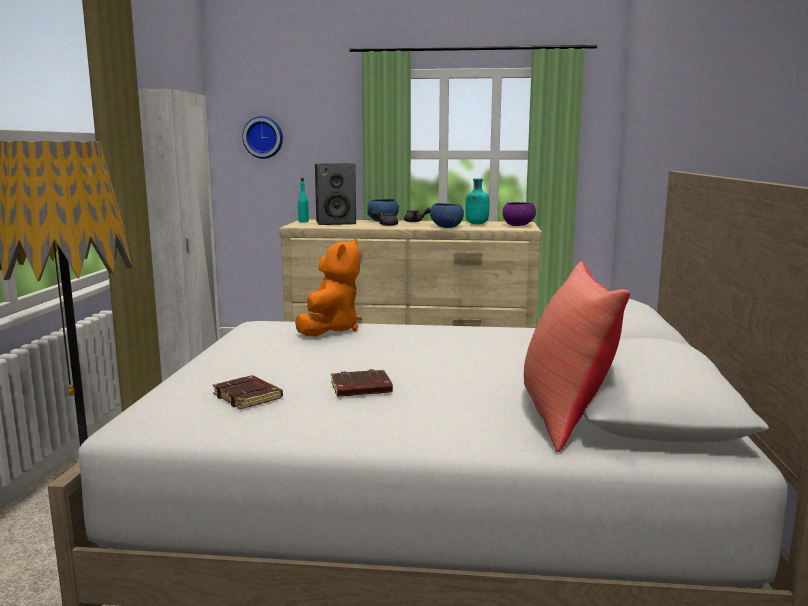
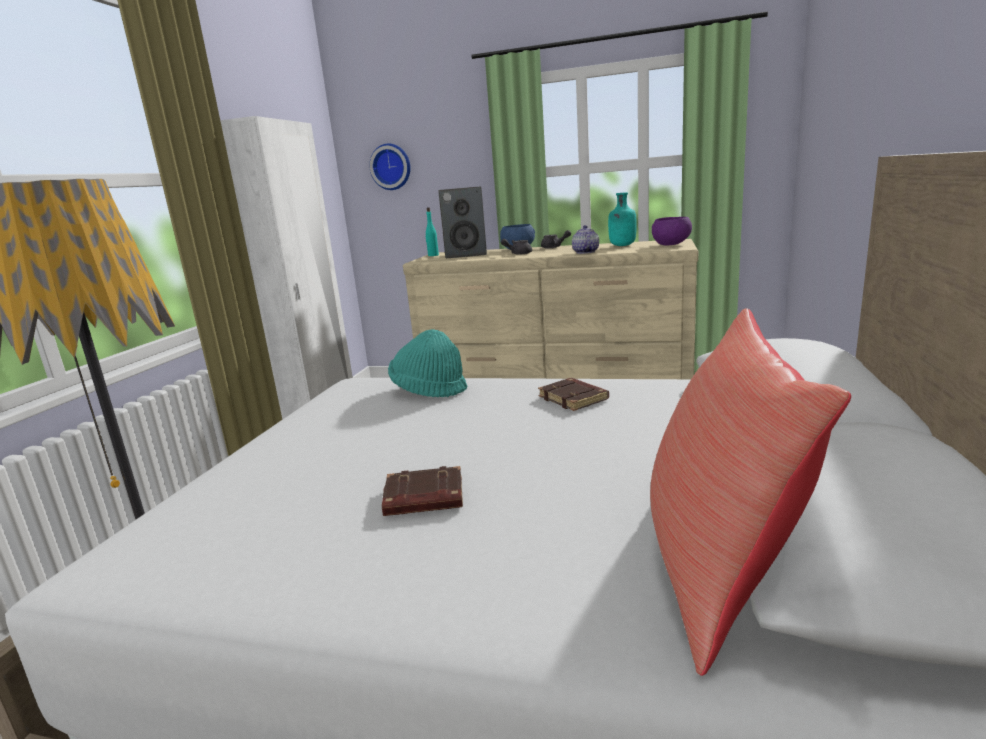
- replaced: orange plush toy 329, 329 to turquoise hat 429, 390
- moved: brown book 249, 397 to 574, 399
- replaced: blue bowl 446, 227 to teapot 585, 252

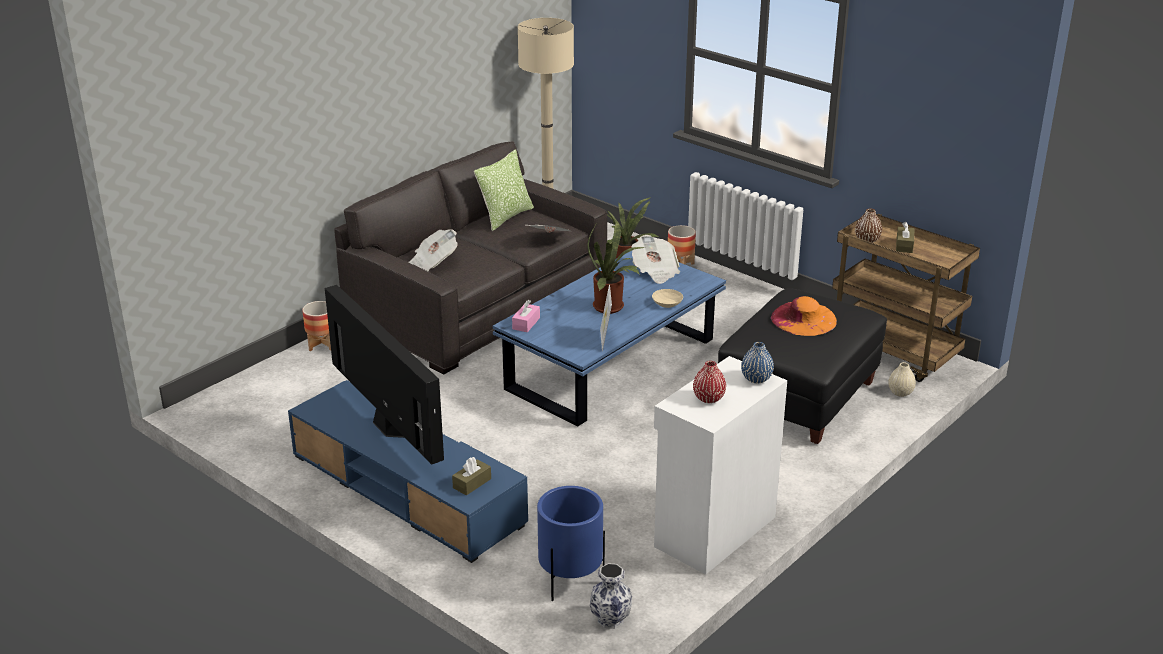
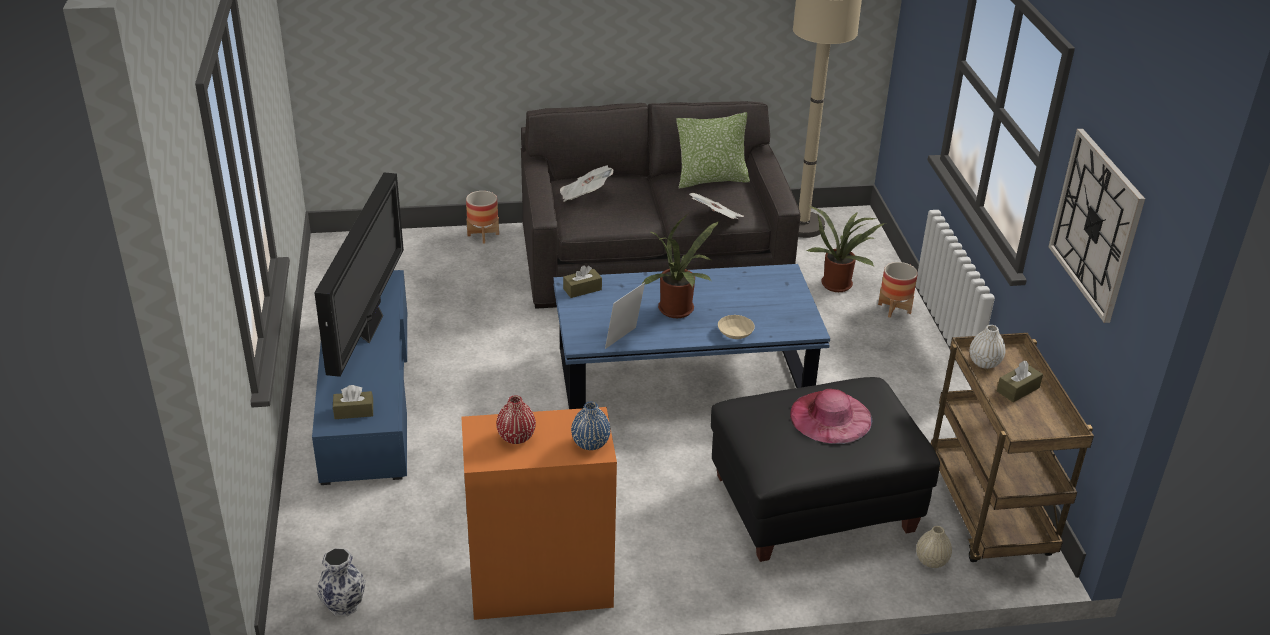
- recoloured: white cabinet 713, 531 to orange cabinet 539, 584
- recoloured: pink tissue box 526, 323 to brown tissue box 582, 289
- recoloured: orange hat 803, 319 to pink hat 830, 417
- recoloured: brown vase 867, 240 to white vase 984, 363
- added: wall clock 1096, 224
- removed: blue planter 570, 581
- removed: newspaper 655, 271

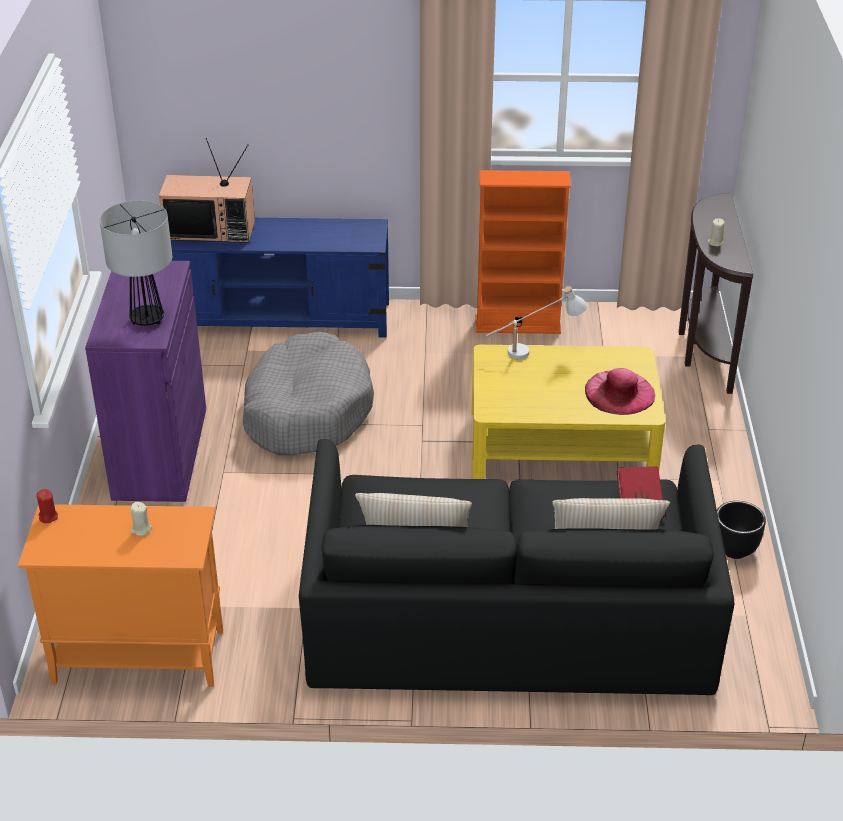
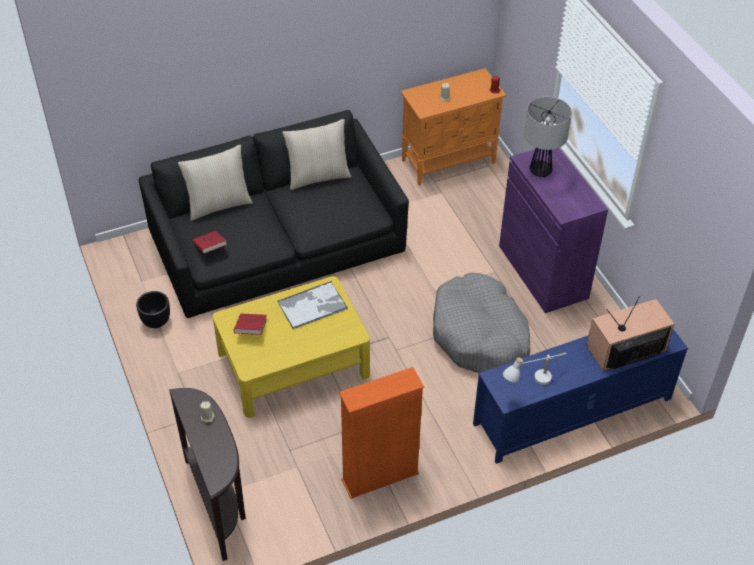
- replaced: pink hat 619, 392 to red book 251, 330
- added: tray 313, 305
- moved: white table lamp 534, 351 to 532, 384

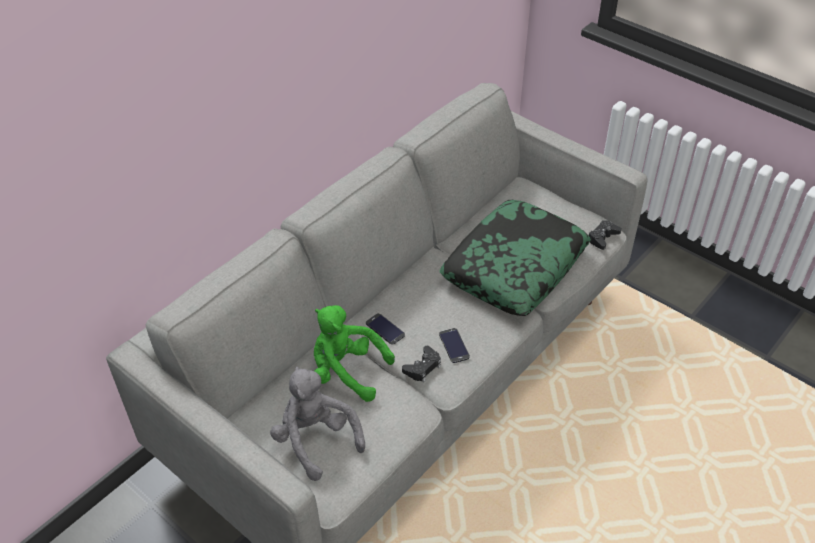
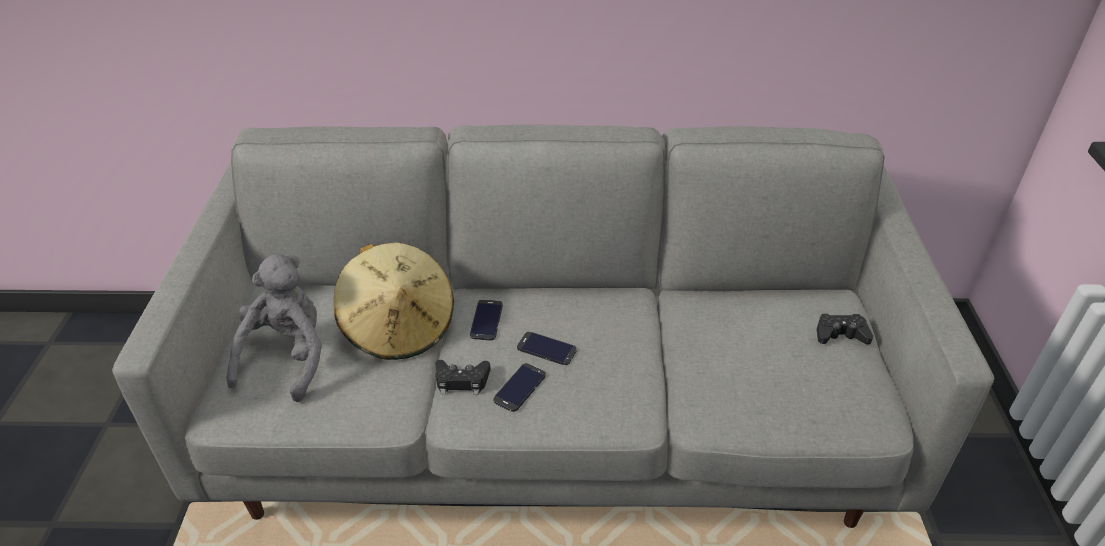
- replaced: green plush toy 346, 372 to beige hat 399, 327
- added: phone 546, 348
- moved: black game controller 602, 238 to 840, 334
- removed: pillow 514, 267

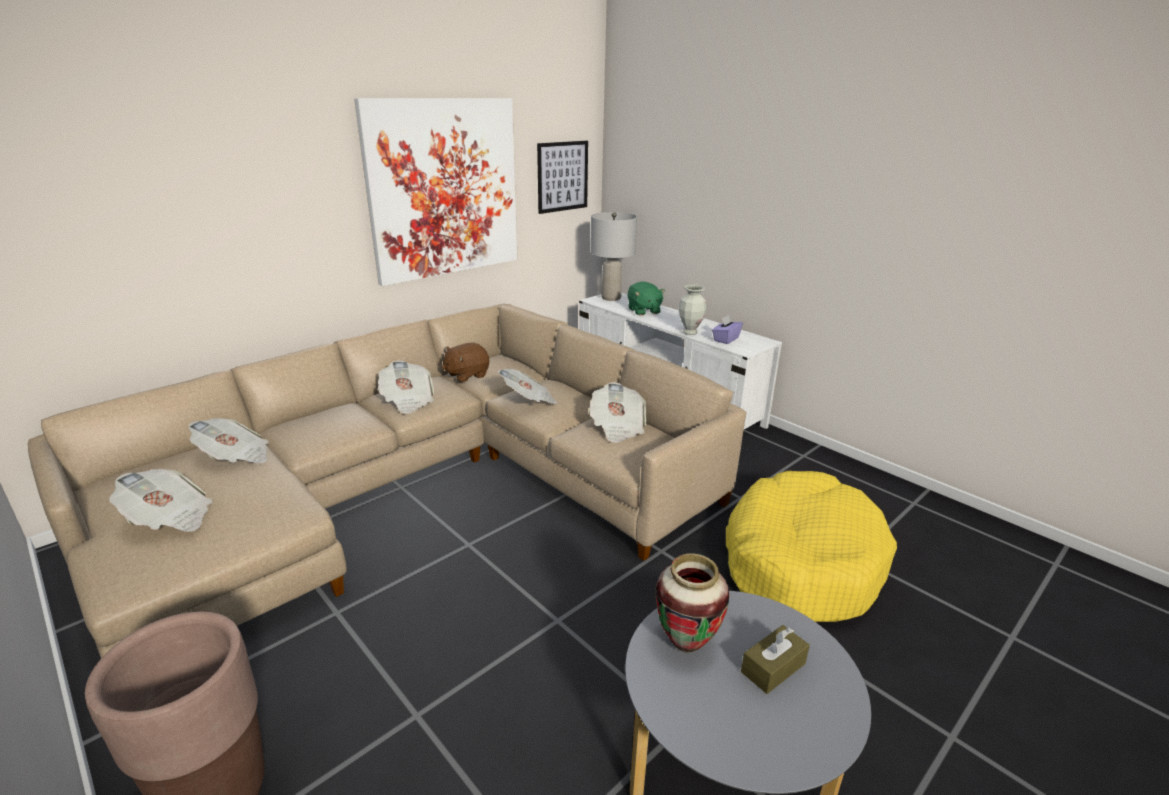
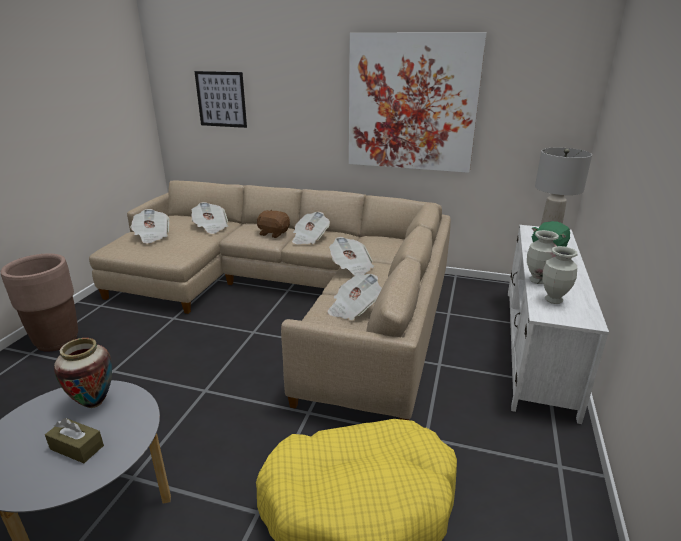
- moved: picture 562, 176 to 221, 99
- moved: brown plush toy 466, 375 to 273, 233
- replaced: purple tissue box 725, 339 to vase 553, 300

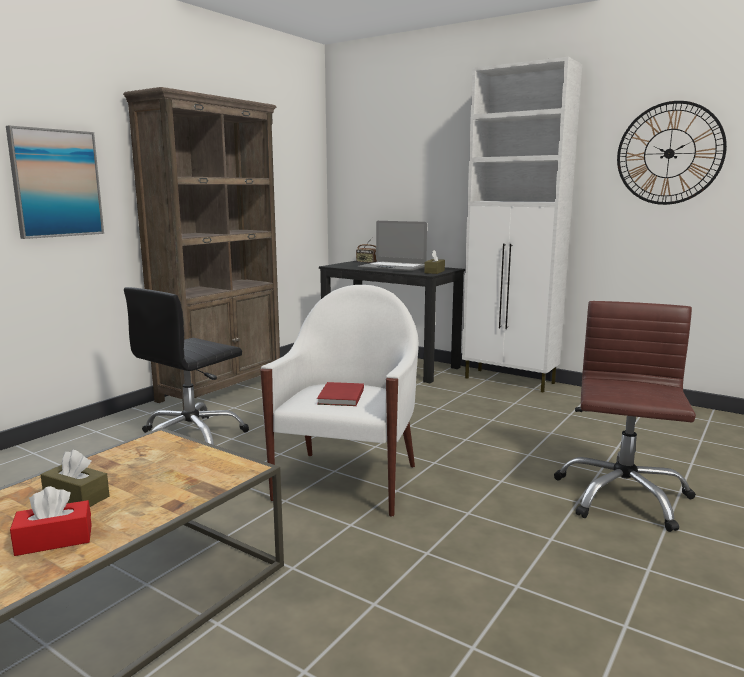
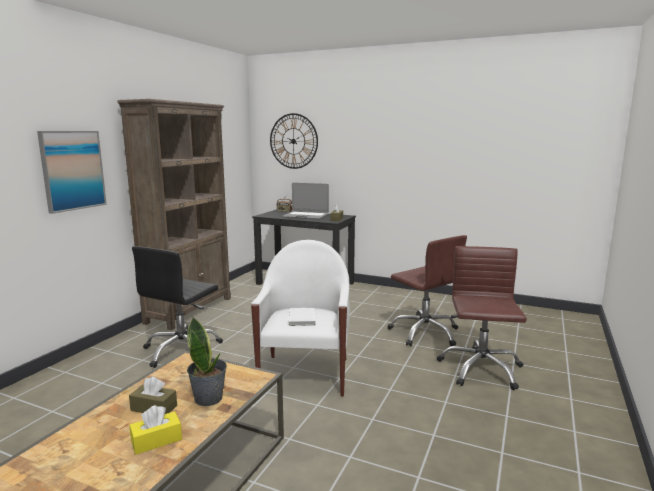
- recoloured: red tissue box 54, 540 to yellow tissue box 156, 440
- added: potted plant 209, 398
- moved: wall clock 669, 153 to 293, 141
- recoloured: red book 340, 397 to white book 301, 319
- added: brown office chair 425, 333
- removed: white cabinet 510, 381

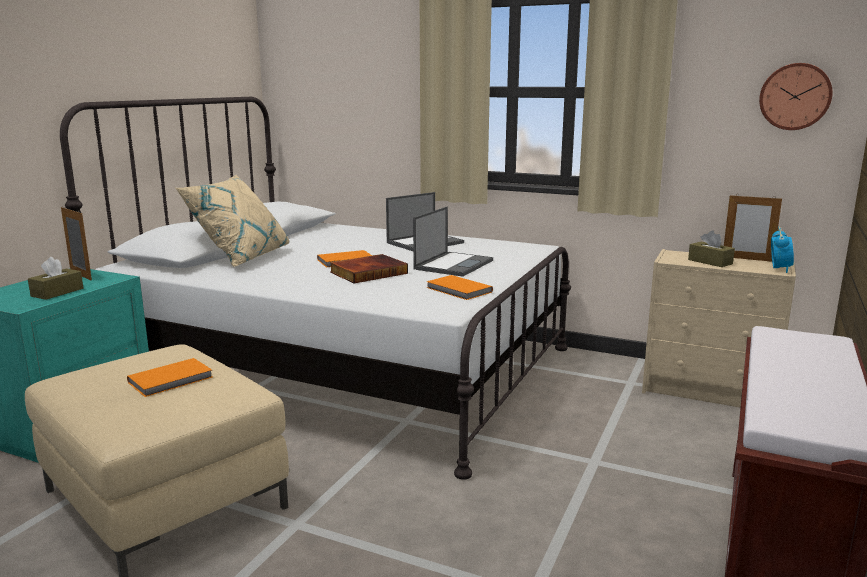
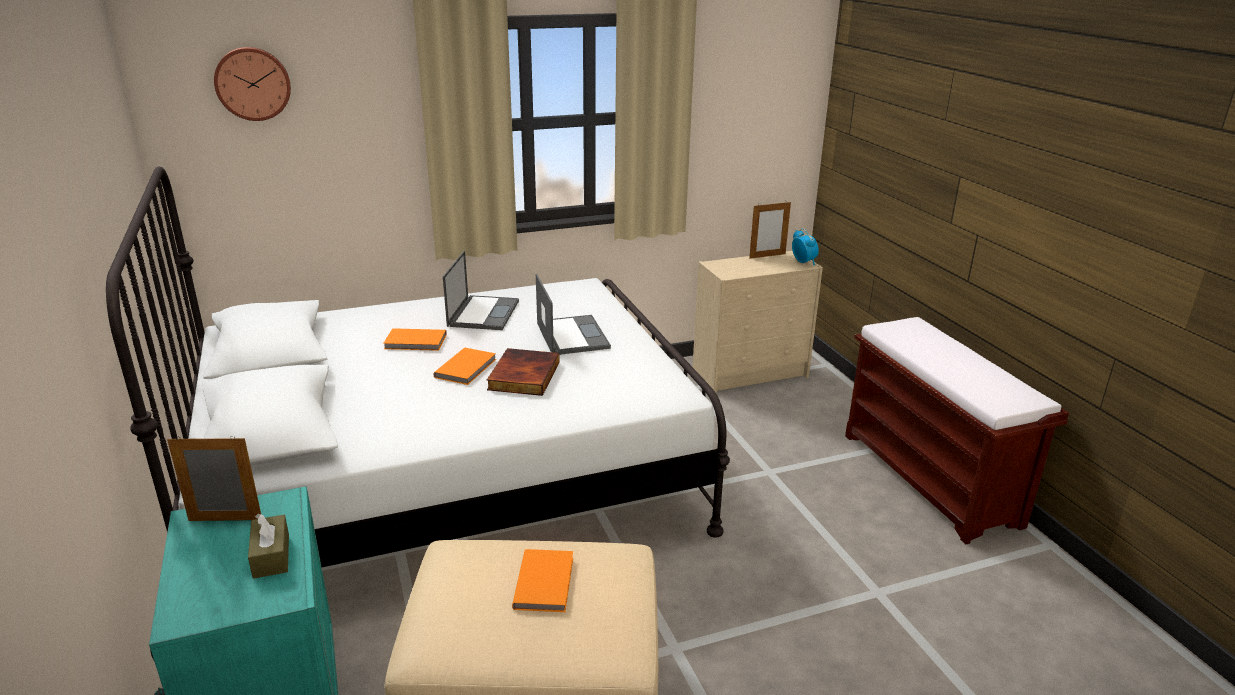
- moved: wall clock 794, 96 to 253, 83
- moved: orange book 458, 290 to 416, 342
- removed: beige pillow 241, 257
- removed: brown tissue box 710, 262

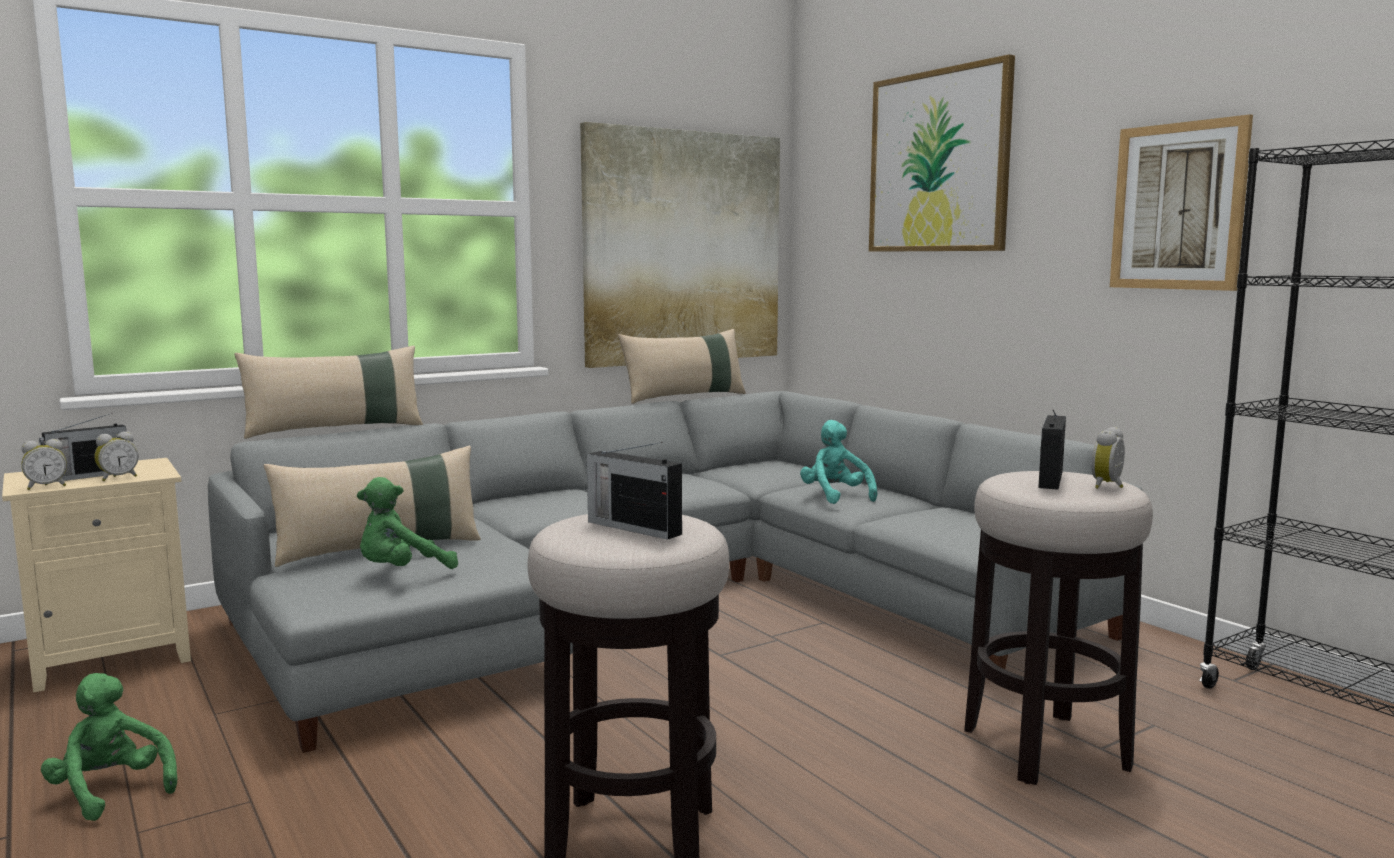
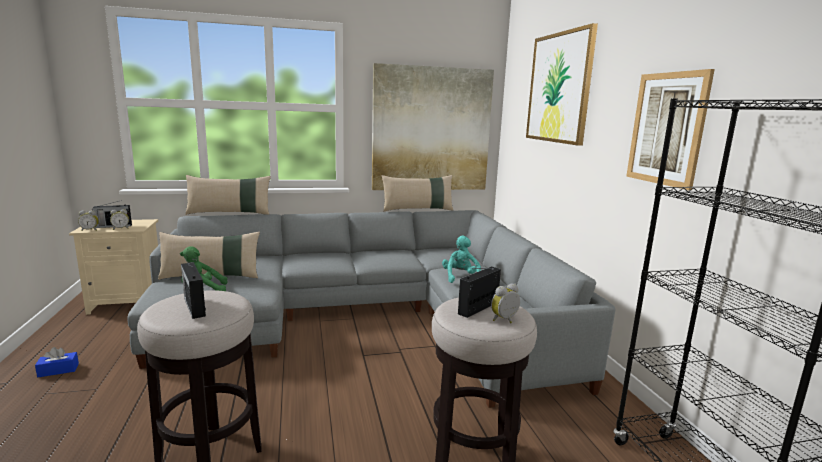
- replaced: green plush toy 111, 791 to blue tissue box 58, 370

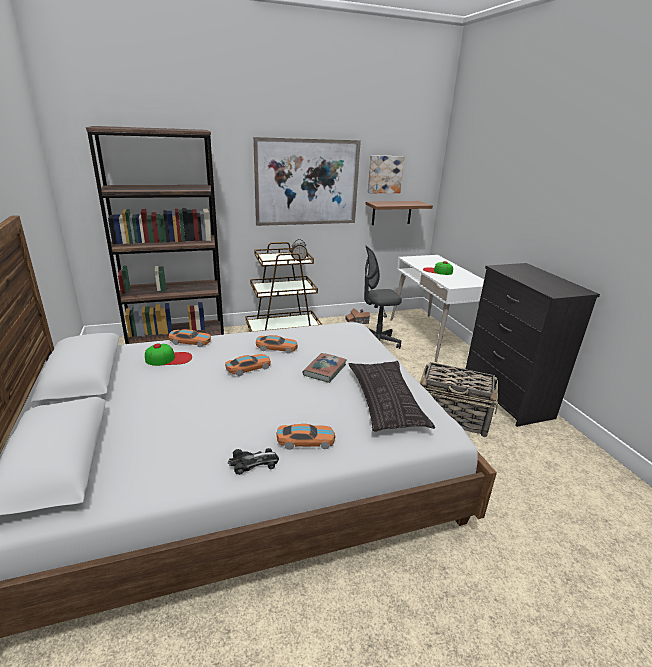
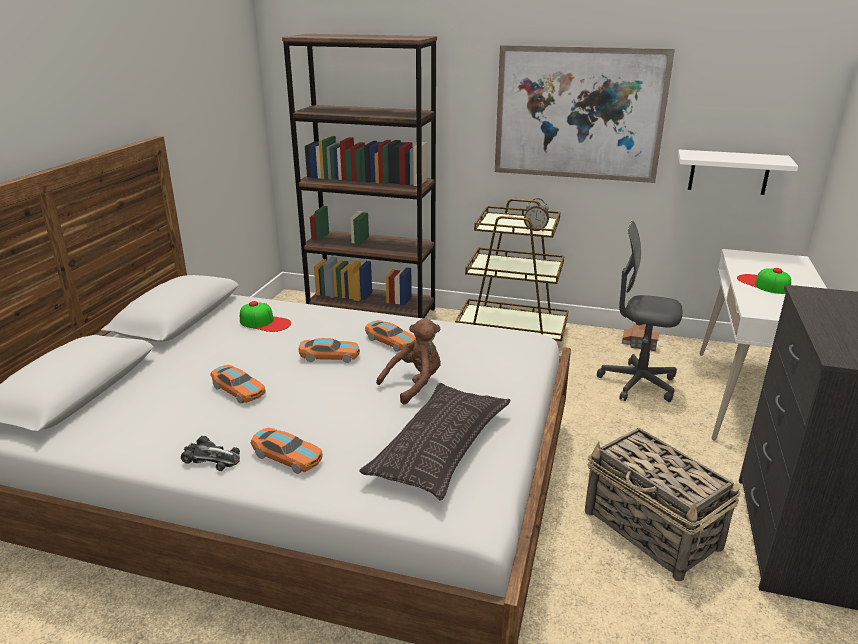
- moved: toy car 190, 342 to 238, 390
- replaced: book 325, 370 to brown plush toy 415, 384
- recoloured: brown shelf 391, 212 to white shelf 729, 172
- removed: picture 384, 174

